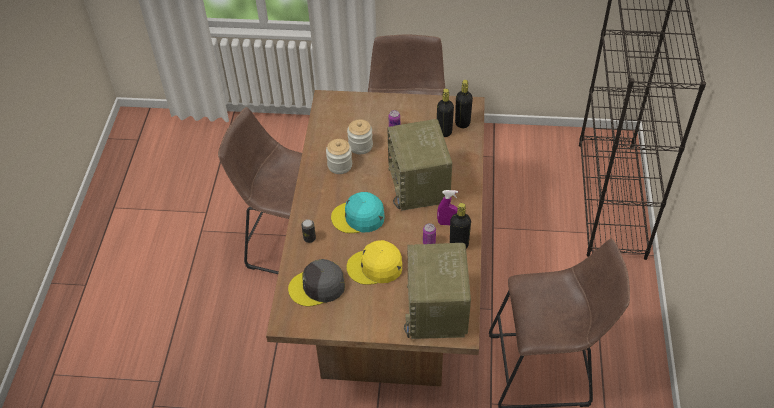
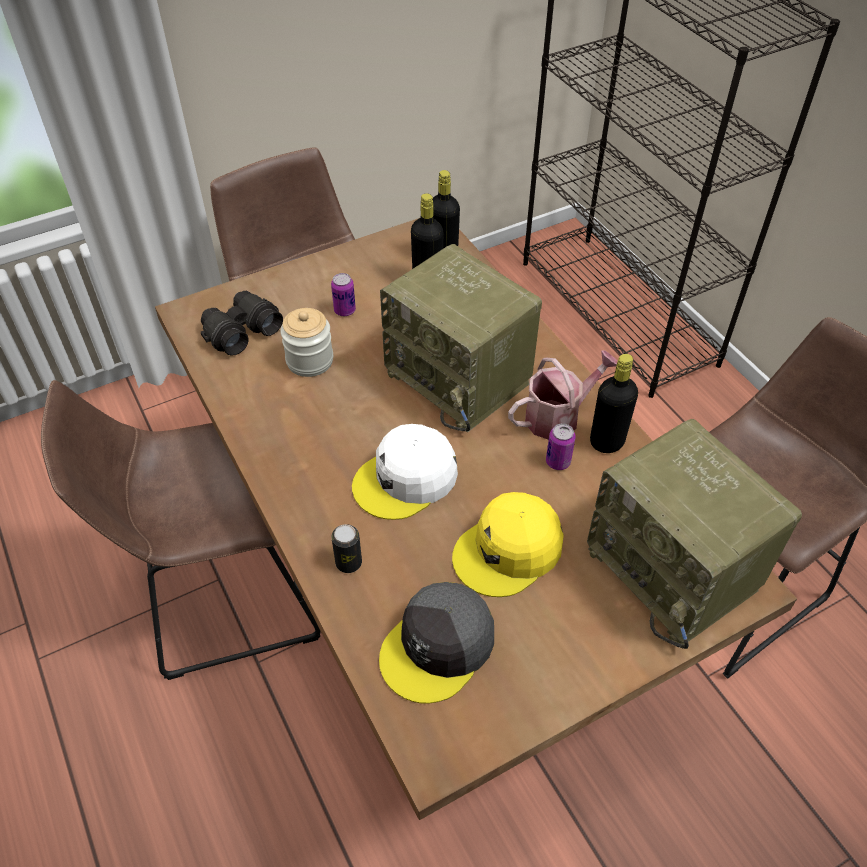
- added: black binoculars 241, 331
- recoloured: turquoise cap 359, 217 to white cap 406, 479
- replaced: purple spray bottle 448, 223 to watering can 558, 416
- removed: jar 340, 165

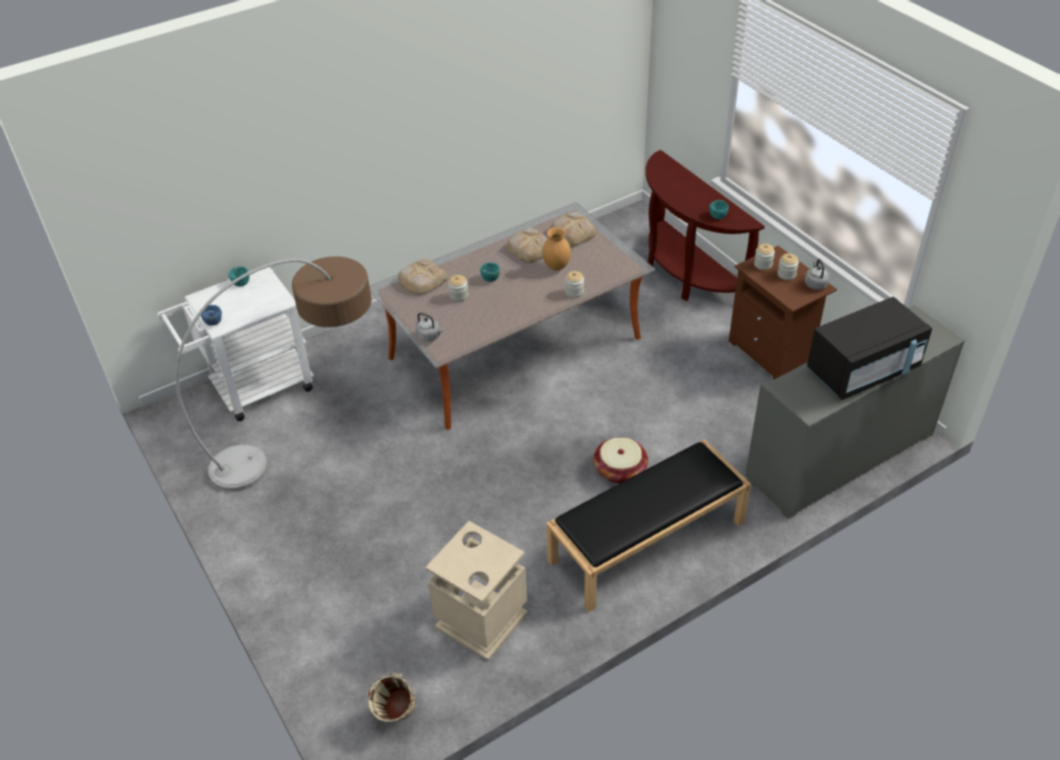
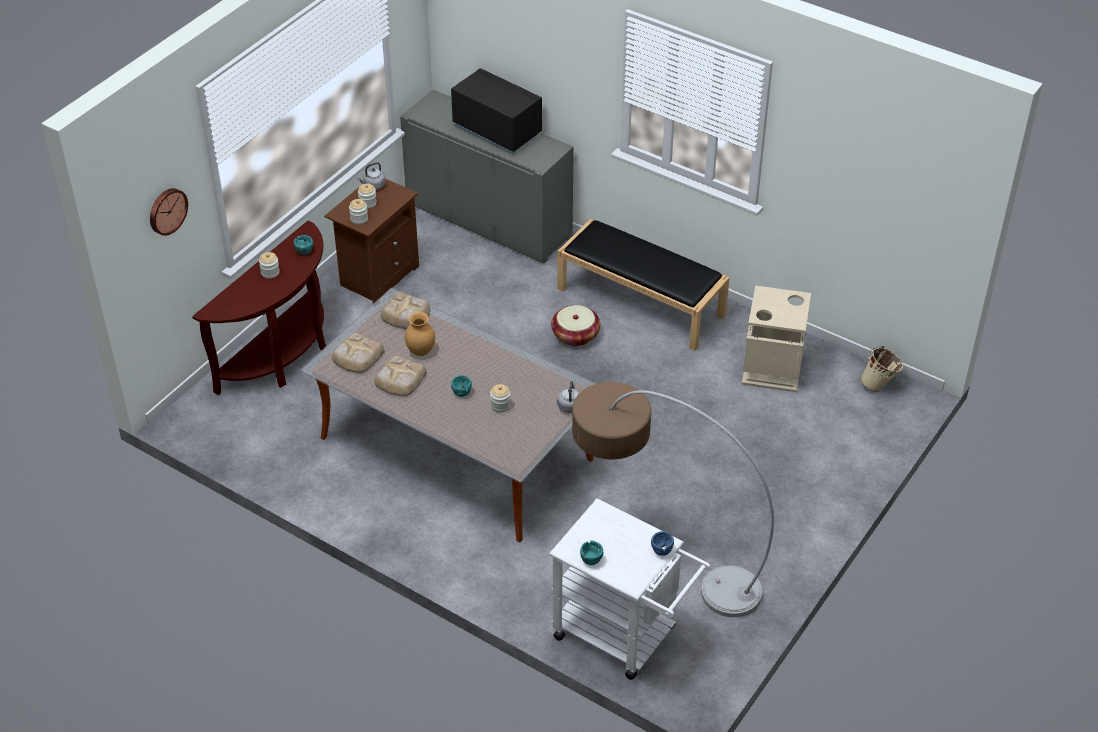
- added: wall clock 166, 210
- moved: jar 574, 292 to 270, 272
- moved: bread 421, 280 to 406, 315

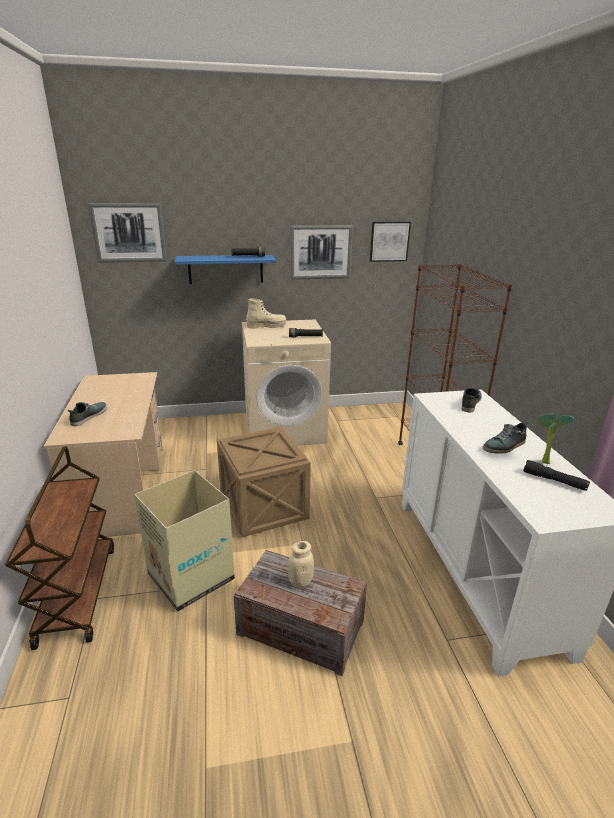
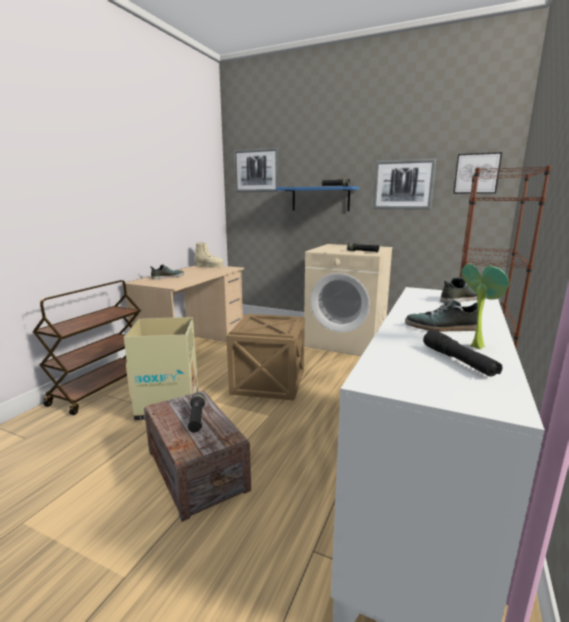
- replaced: beige jar 300, 582 to black flashlight 197, 418
- moved: beige boot 266, 326 to 209, 266

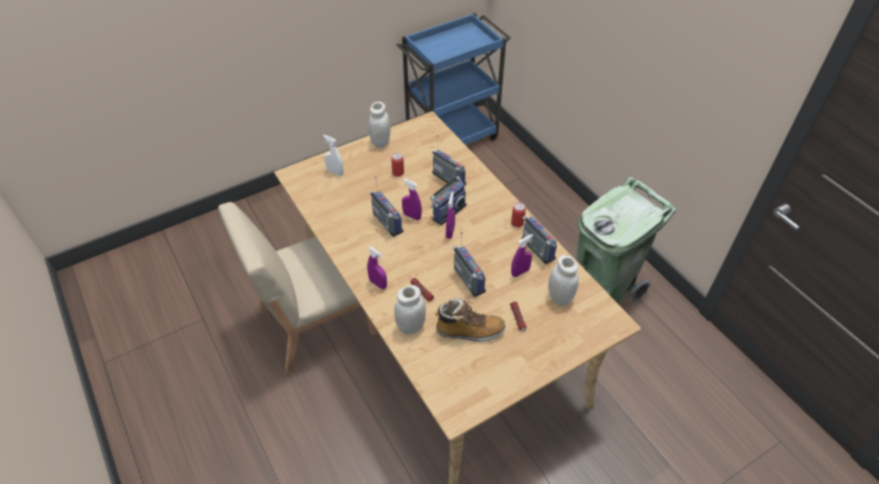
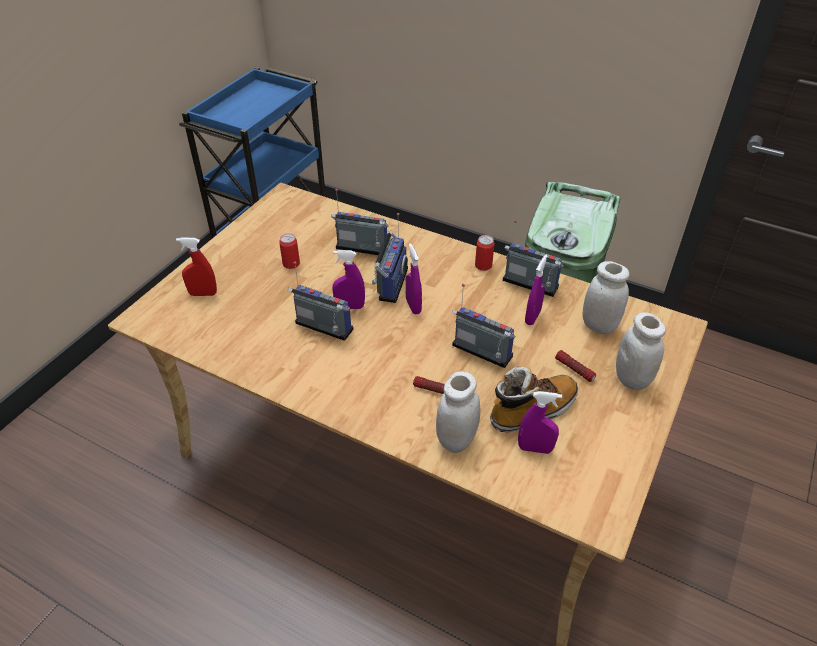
- recoloured: white spray bottle 335, 172 to red spray bottle 203, 294
- moved: purple spray bottle 378, 284 to 535, 448
- moved: white jar 380, 142 to 632, 379
- removed: beige chair 314, 322

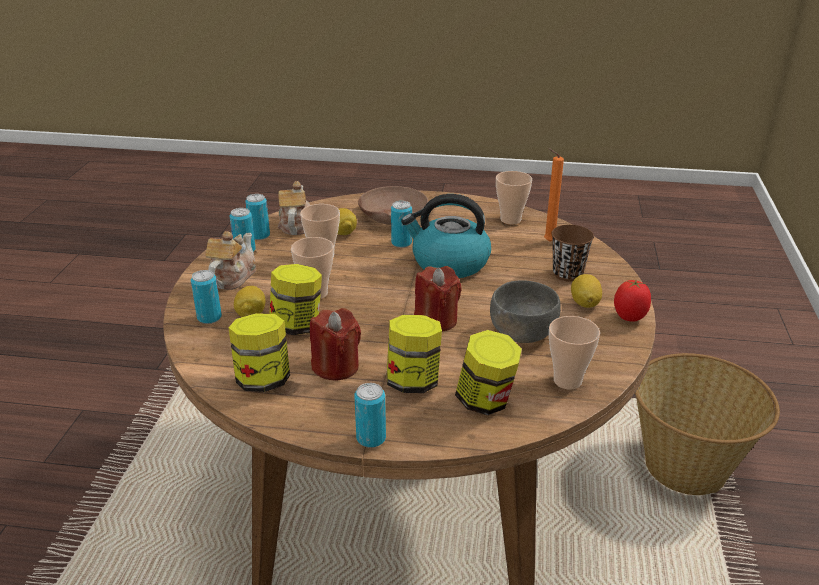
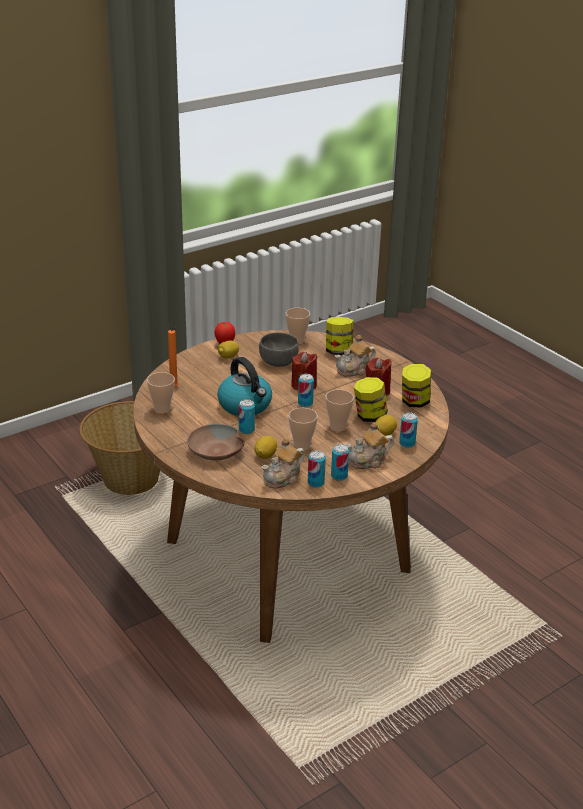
- moved: can 371, 438 to 305, 403
- replaced: jar 413, 381 to teapot 354, 370
- removed: brown cup 567, 274

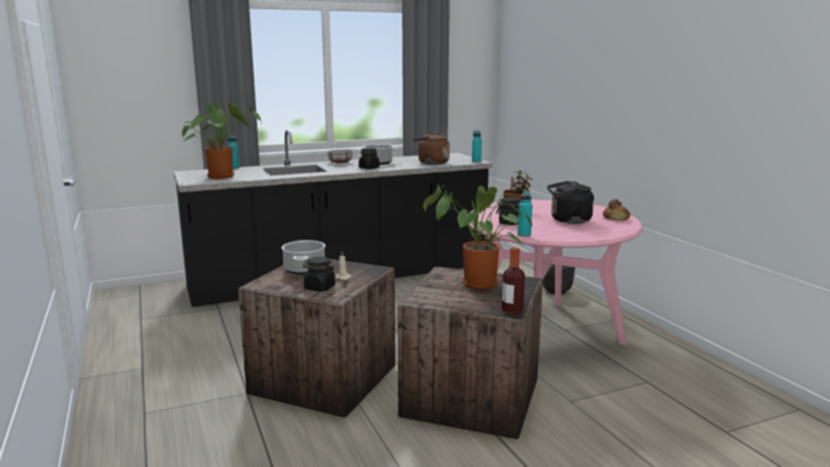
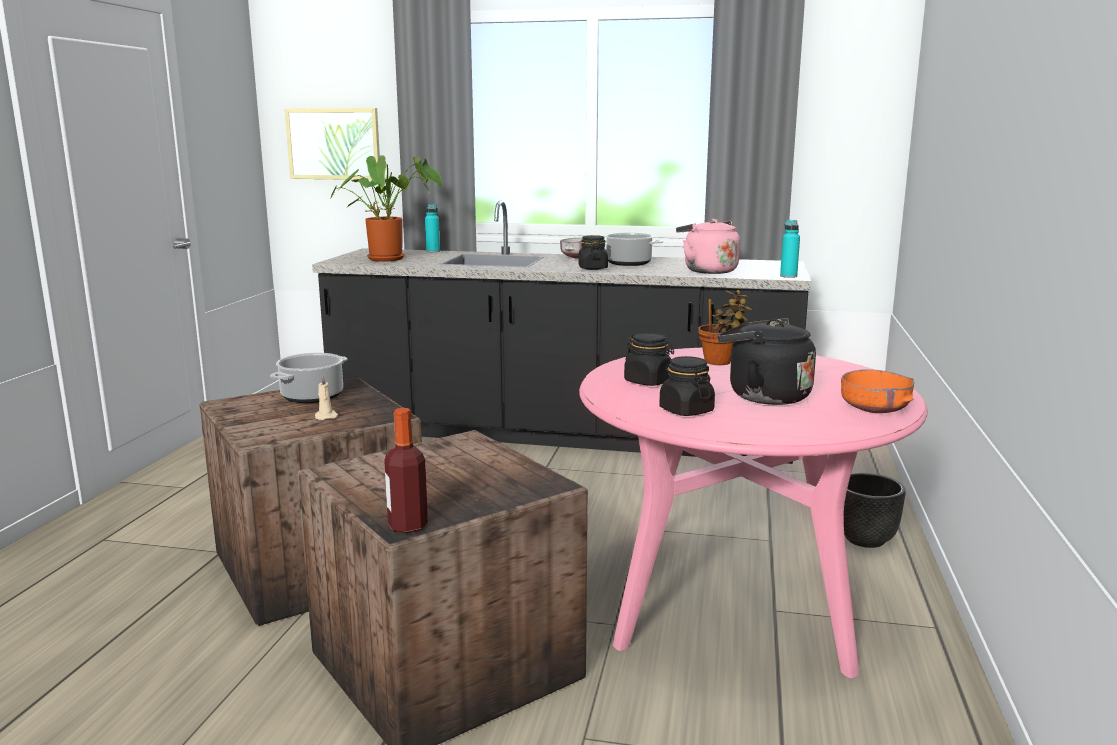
- added: picture 334, 144
- moved: black jar 319, 288 to 686, 410
- recoloured: brown kettle 431, 163 to pink kettle 707, 271
- replaced: bread 616, 218 to orange bowl 874, 409
- removed: potted plant 476, 284
- removed: turquoise bottle 524, 235

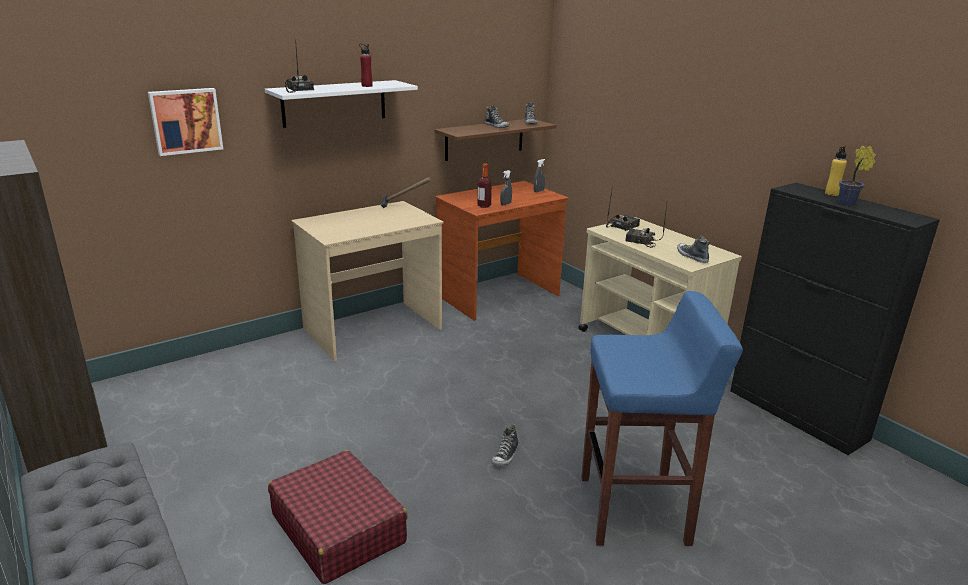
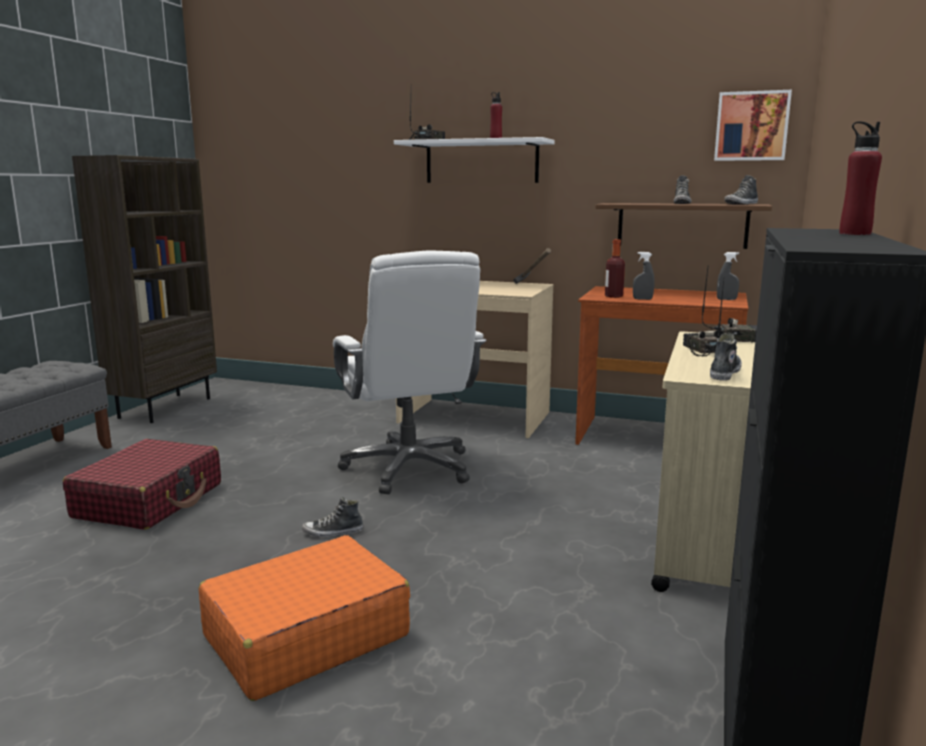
- replaced: blue stool 635, 510 to orange suitcase 305, 636
- added: white office chair 409, 468
- moved: picture 186, 121 to 751, 126
- recoloured: yellow bottle 831, 194 to red bottle 854, 234
- removed: potted plant 848, 205

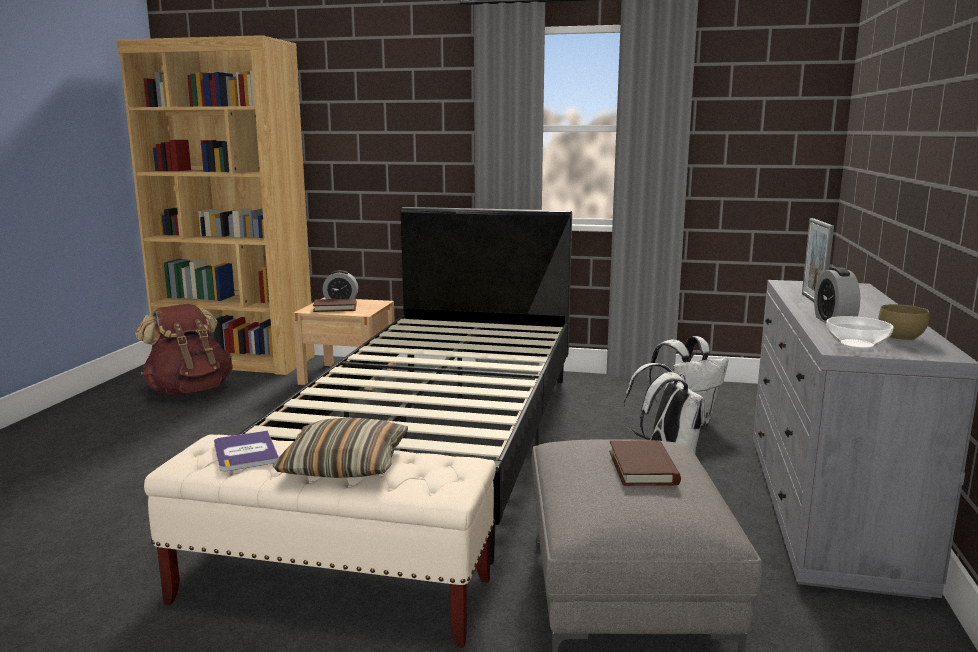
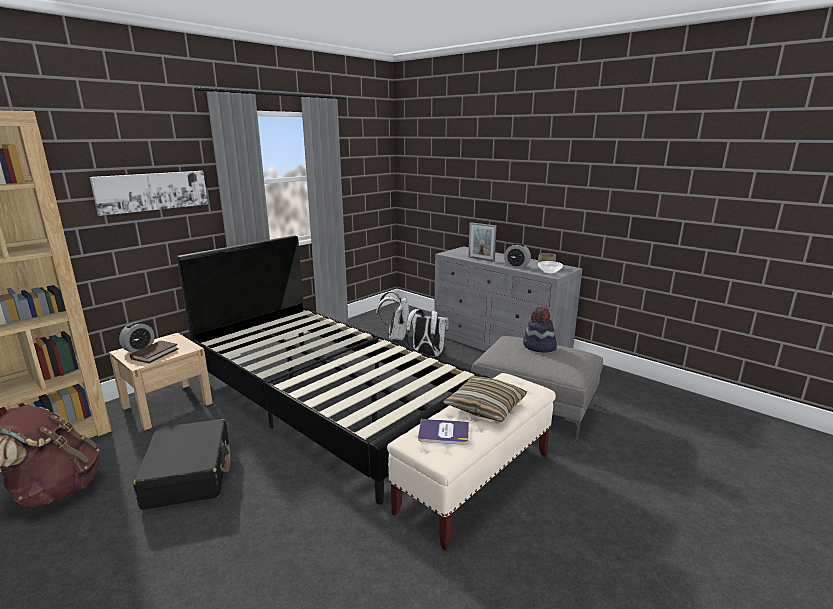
- added: picture 152, 191
- added: black suitcase 189, 474
- replaced: brown book 643, 468 to hat 539, 347

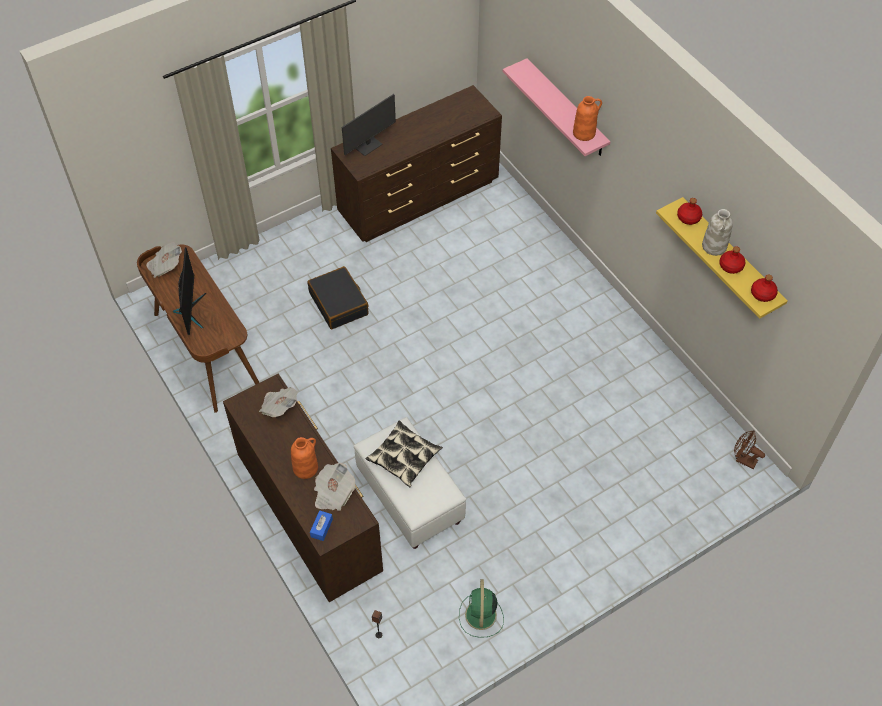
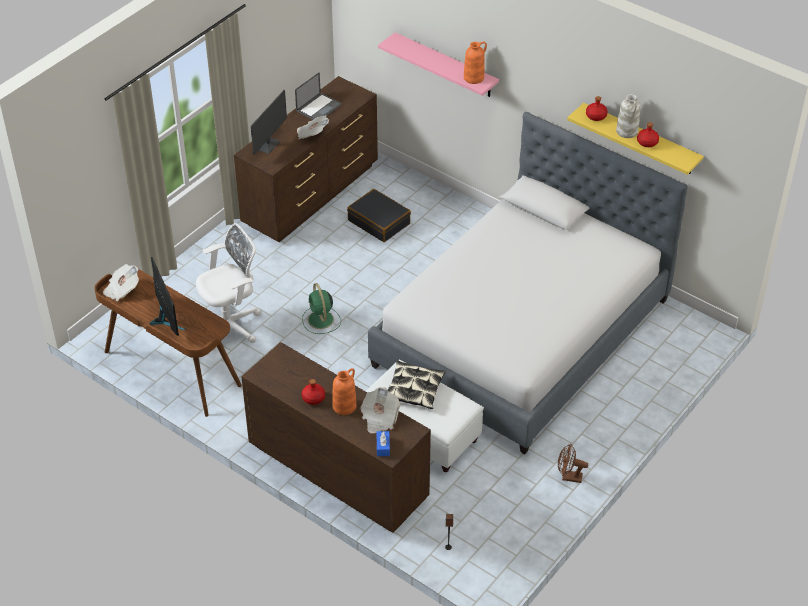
- added: white office chair 230, 325
- added: laptop 319, 107
- moved: newspaper 279, 407 to 312, 134
- moved: green fan 480, 616 to 321, 320
- moved: red bottle 762, 294 to 313, 398
- moved: black suitcase 339, 303 to 379, 222
- added: bed 522, 333
- moved: brown fan 743, 460 to 568, 477

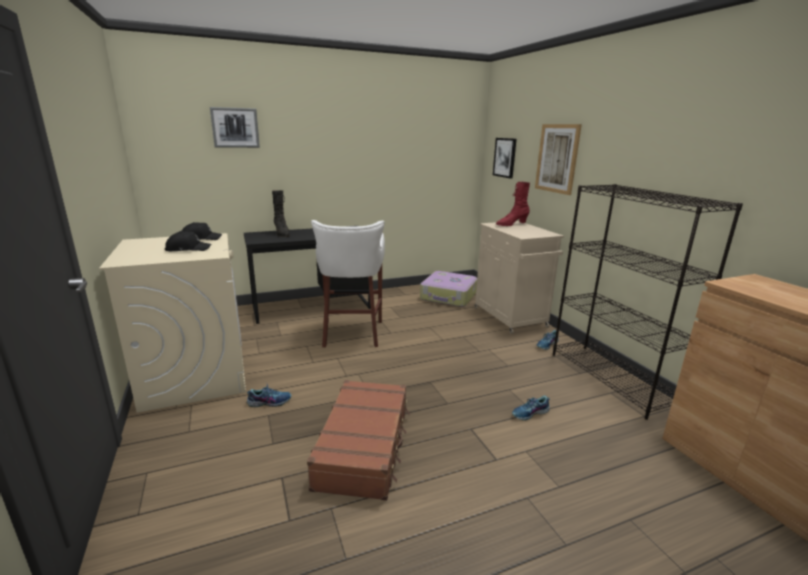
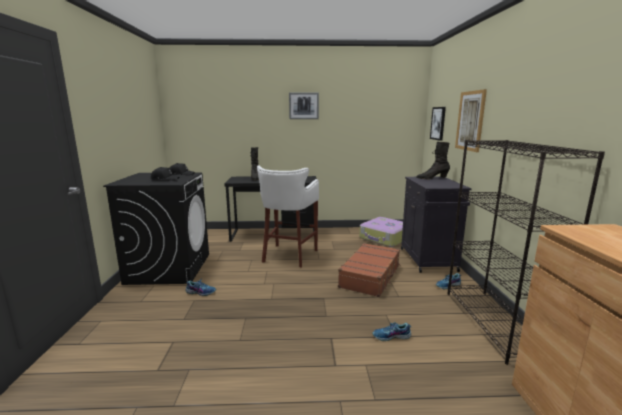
- recoloured: beige washing machine 195, 375 to black washing machine 169, 268
- moved: picture 235, 127 to 303, 105
- moved: brown suitcase 364, 446 to 371, 276
- recoloured: beige cabinet 510, 318 to black cabinet 428, 260
- recoloured: red boot 511, 224 to black boot 432, 178

